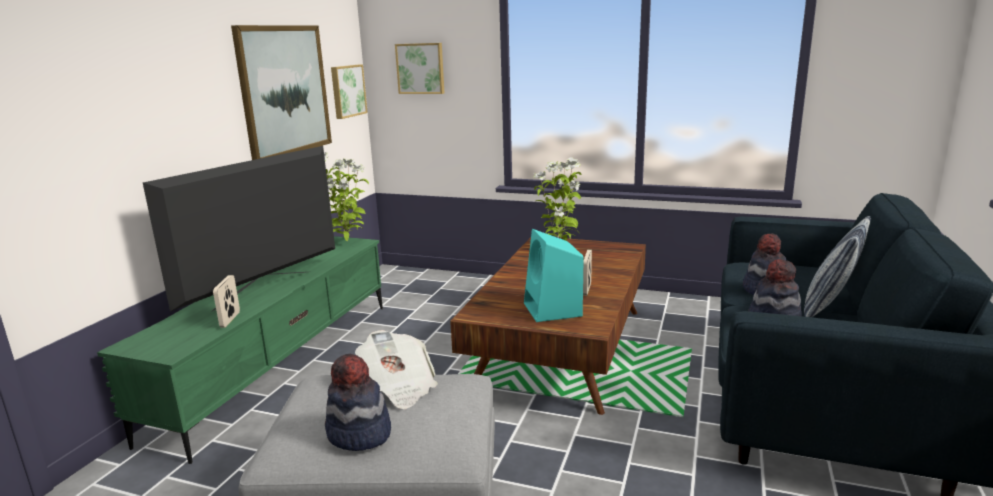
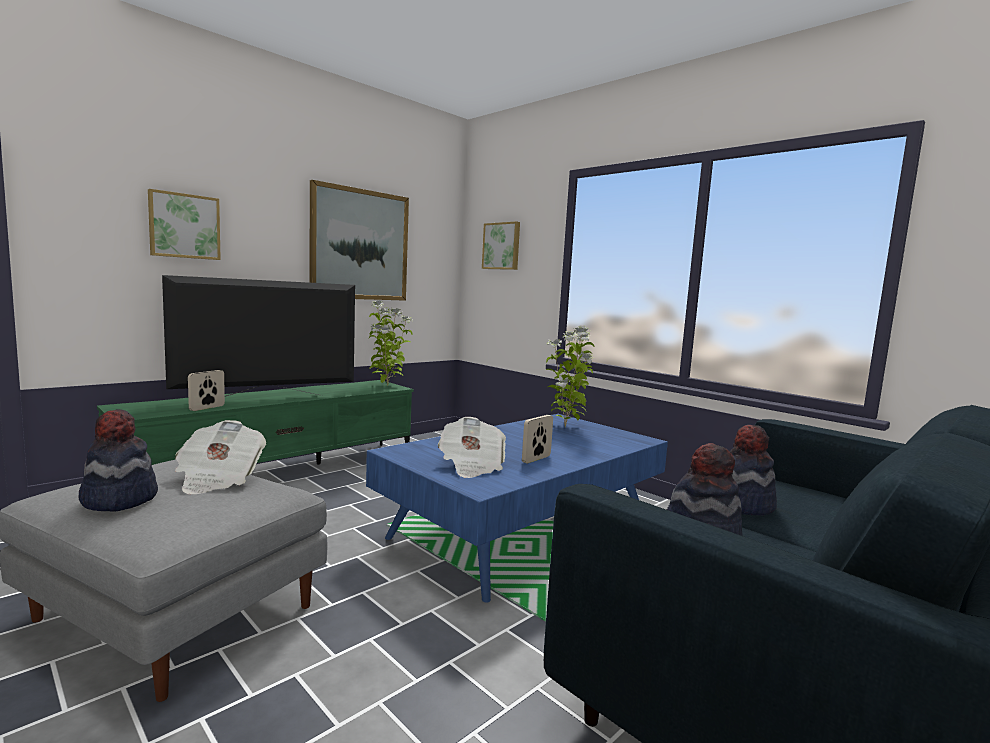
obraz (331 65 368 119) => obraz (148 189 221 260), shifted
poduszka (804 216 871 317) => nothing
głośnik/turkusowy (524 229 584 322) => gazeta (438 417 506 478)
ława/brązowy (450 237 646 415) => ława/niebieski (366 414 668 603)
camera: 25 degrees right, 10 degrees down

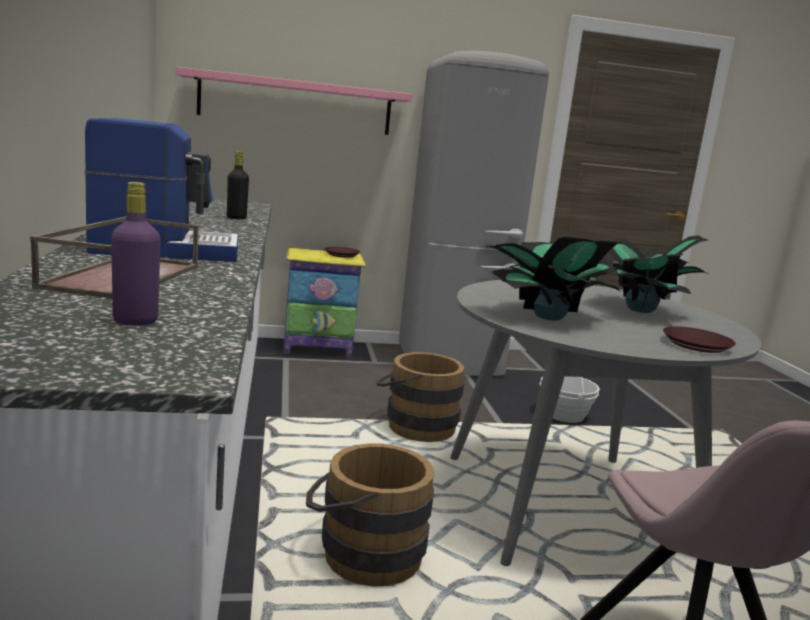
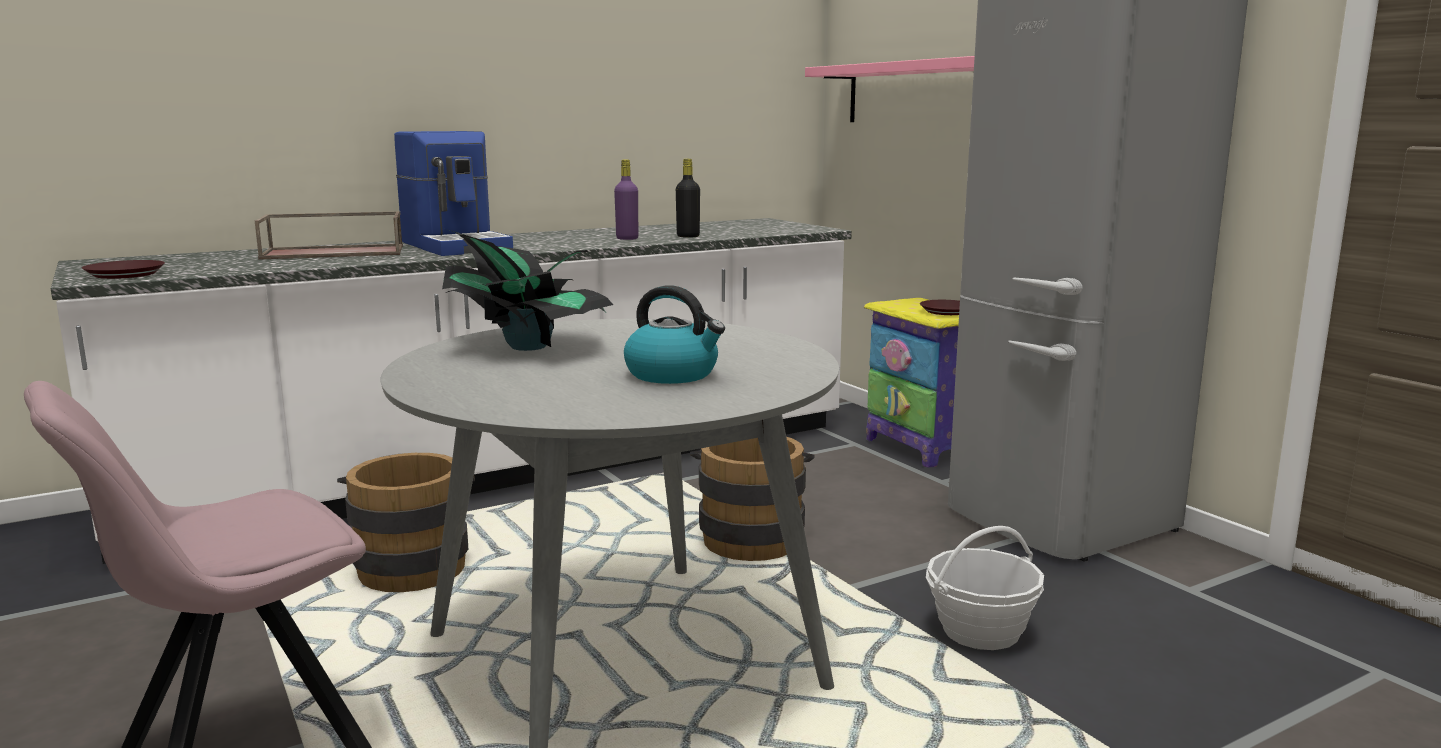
butelka/fioletowy (111 182 161 326) => butelka/fioletowy (614 159 638 240), shifted
roślina doniczkowa (595 235 708 313) => czajnik (624 285 725 384)
talerz/brązowy (663 326 736 353) => talerz/brązowy (82 260 165 279), shifted
camera: 70 degrees right, 0 degrees up

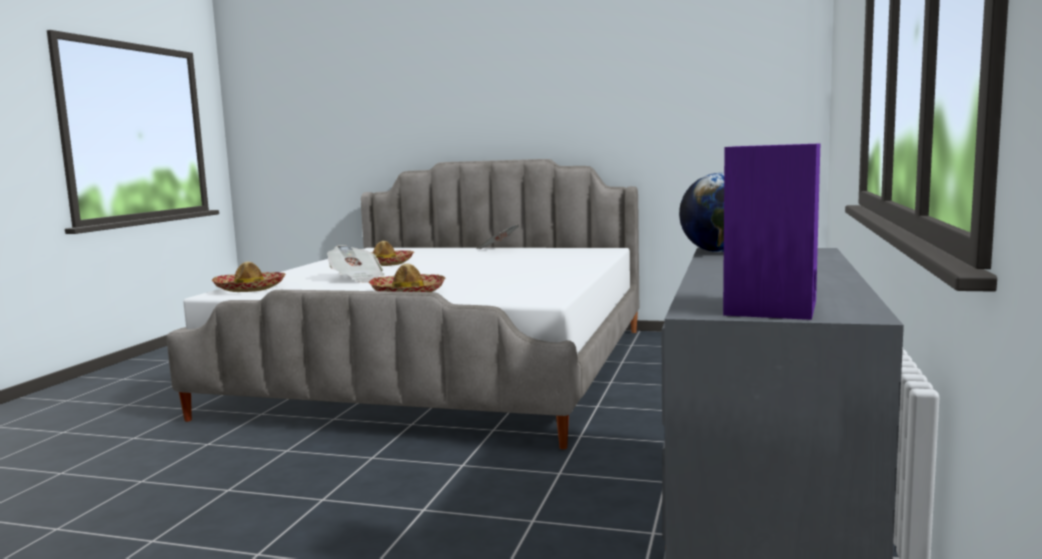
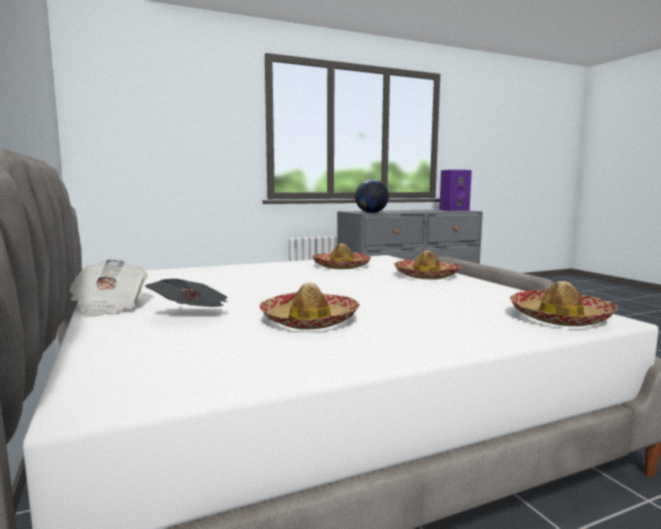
gazeta (327 245 385 283) => gazeta (145 279 228 307), shifted
nothing => kapelusz (312 243 371 269)
camera: 130 degrees left, 0 degrees up

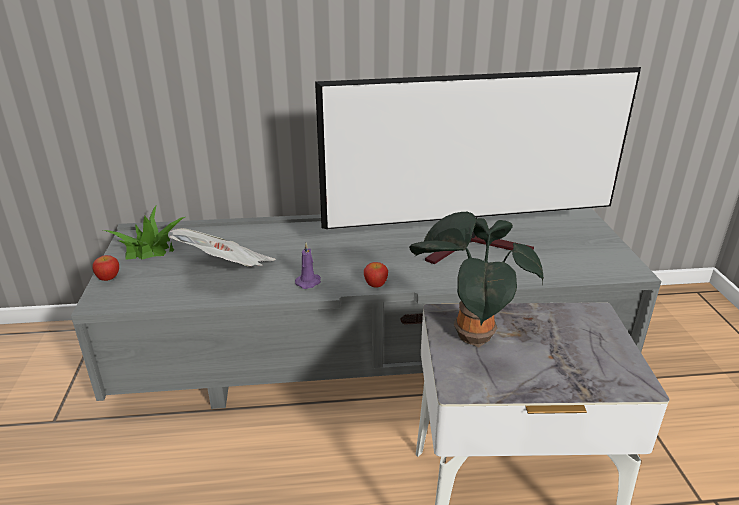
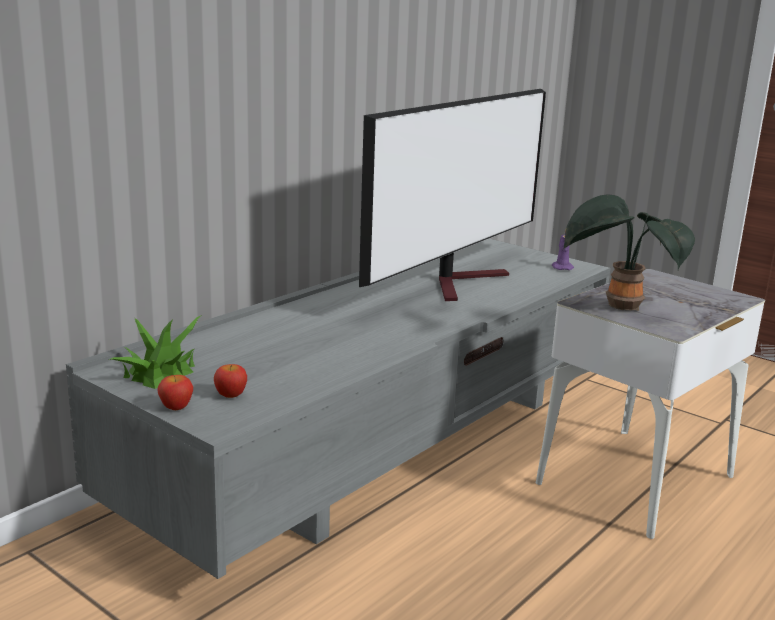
gazeta (169 228 276 266) => nothing
świeca/fioletowy (295 243 321 289) => świeca/fioletowy (552 227 574 270), shifted
jabłko (364 262 388 288) => jabłko (214 364 247 398), shifted
camera: 45 degrees left, 10 degrees down

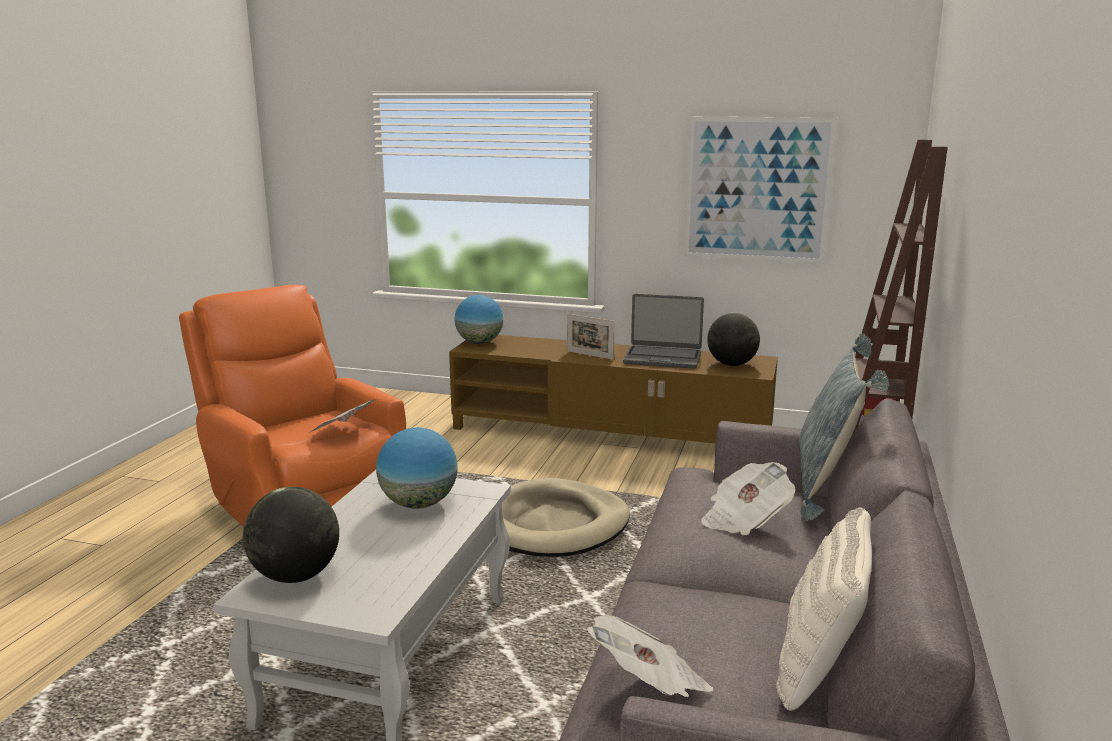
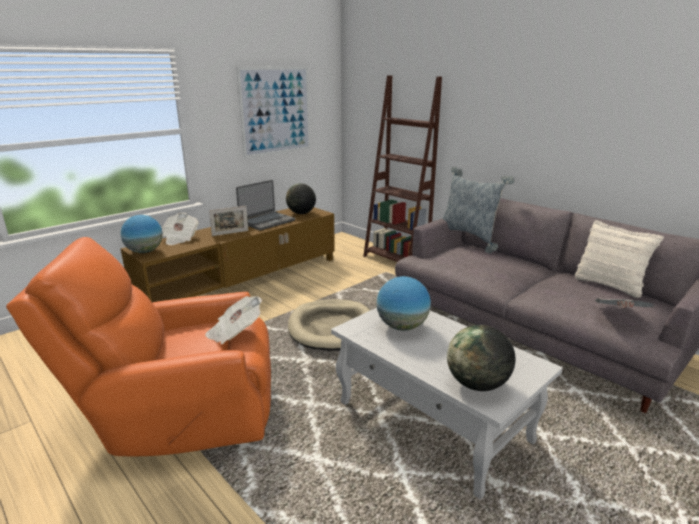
gazeta (701 462 795 535) => gazeta (162 213 199 245), shifted
camera: 60 degrees left, 5 degrees up

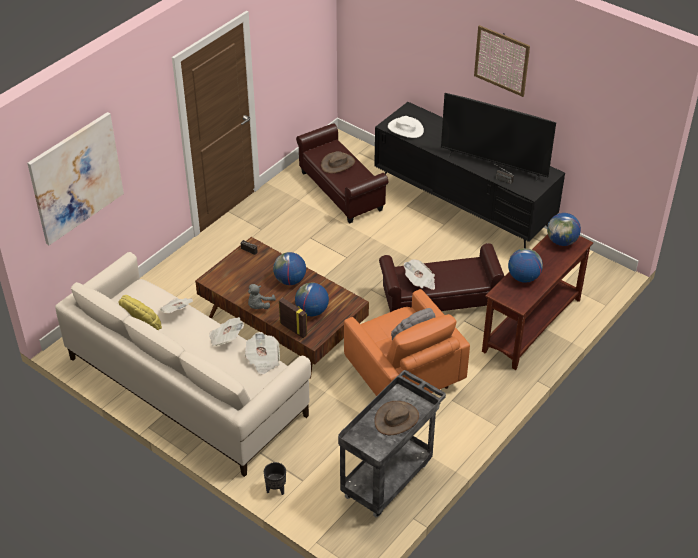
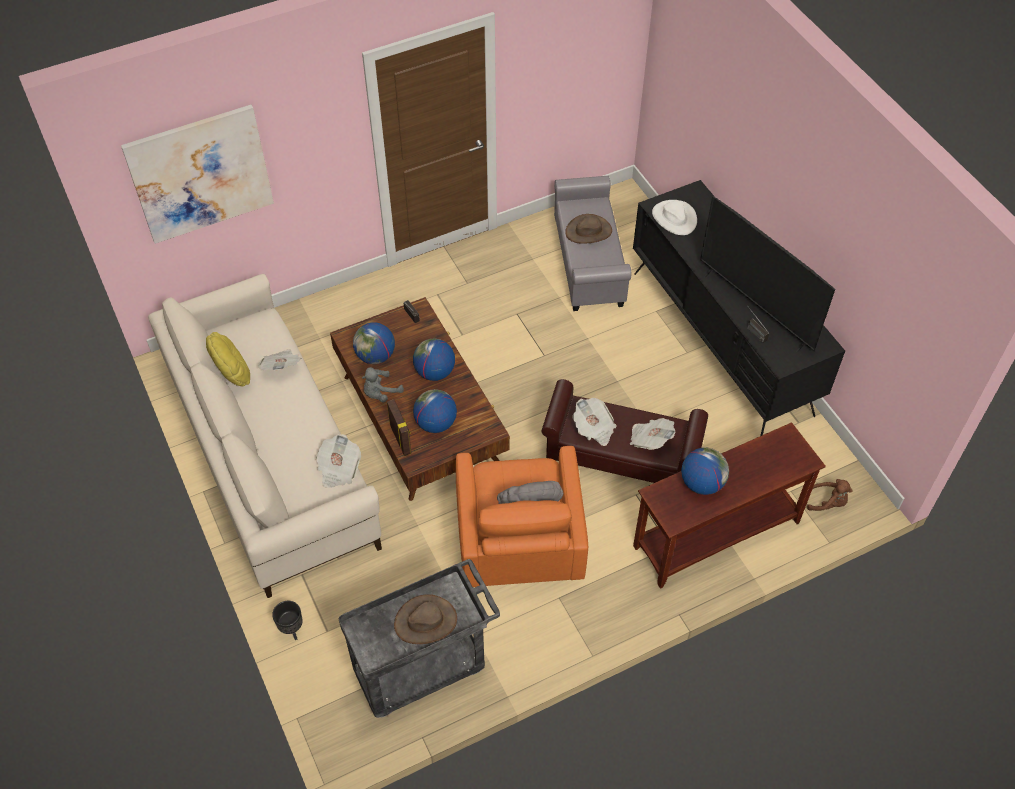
obraz (474 25 530 97) => nothing
pufa/brązowy (296 123 388 224) => pufa/szary (554 176 631 311)
globus (547 213 581 246) => globus (353 322 395 364), shifted
gazeta (209 317 244 347) => gazeta (630 418 675 450), shifted
nothing => pluszak/brązowy (807 479 853 511)
camera: 25 degrees right, 10 degrees up

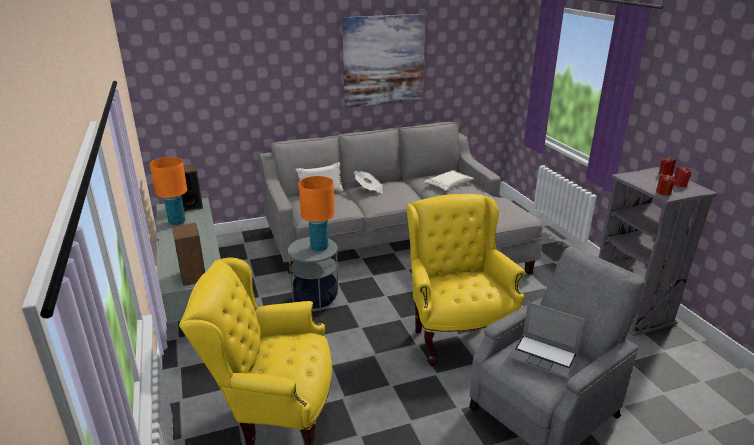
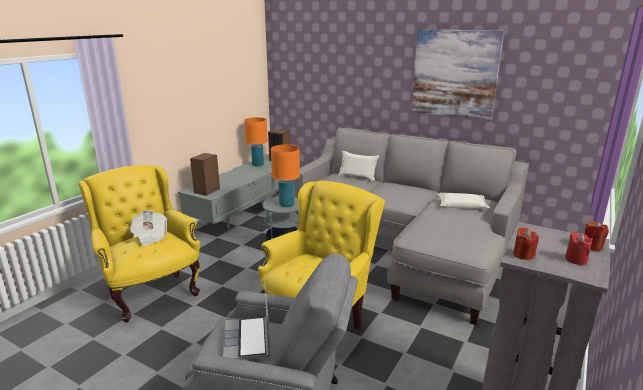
gazeta (354 171 383 194) => gazeta (130 210 167 246), shifted
camera: 50 degrees right, 5 degrees down

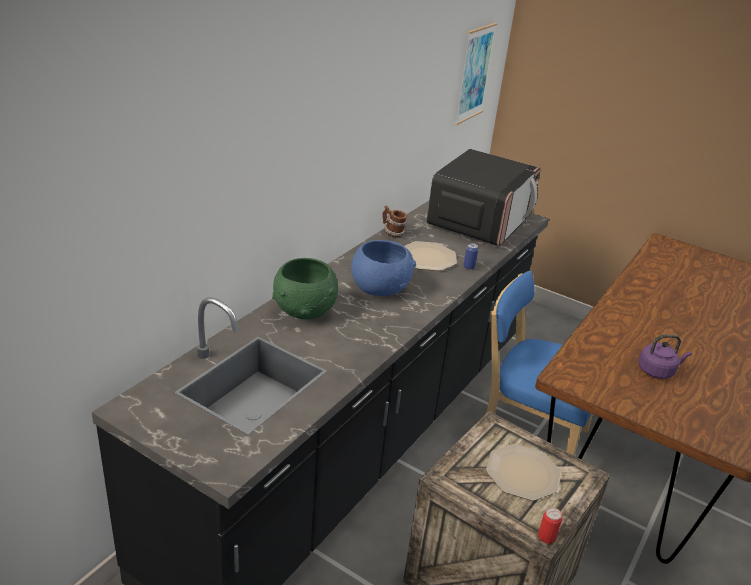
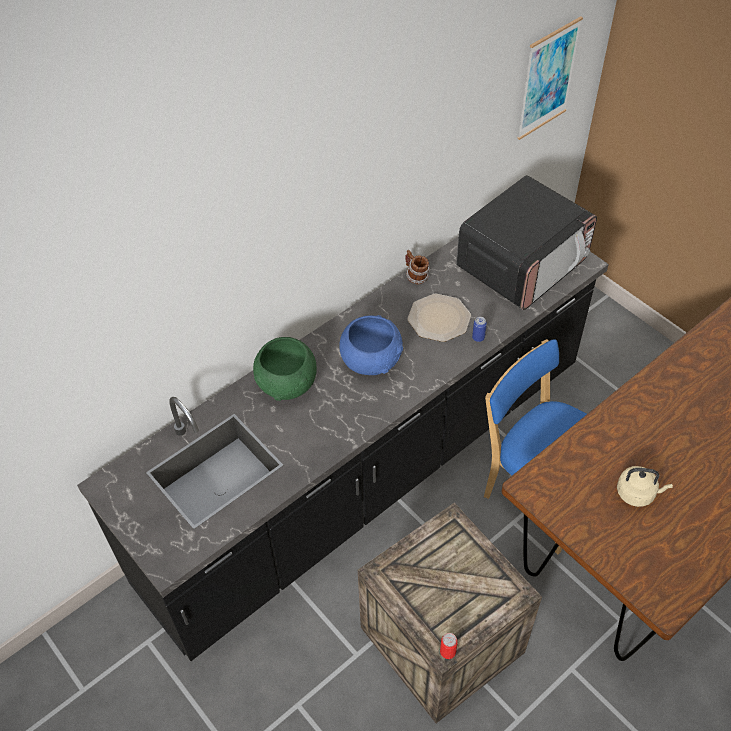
czajnik/fioletowy (639 334 692 379) => czajnik/beżowy (617 466 673 507)
talerz (486 444 561 501) => nothing
camera: 20 degrees right, 20 degrees up

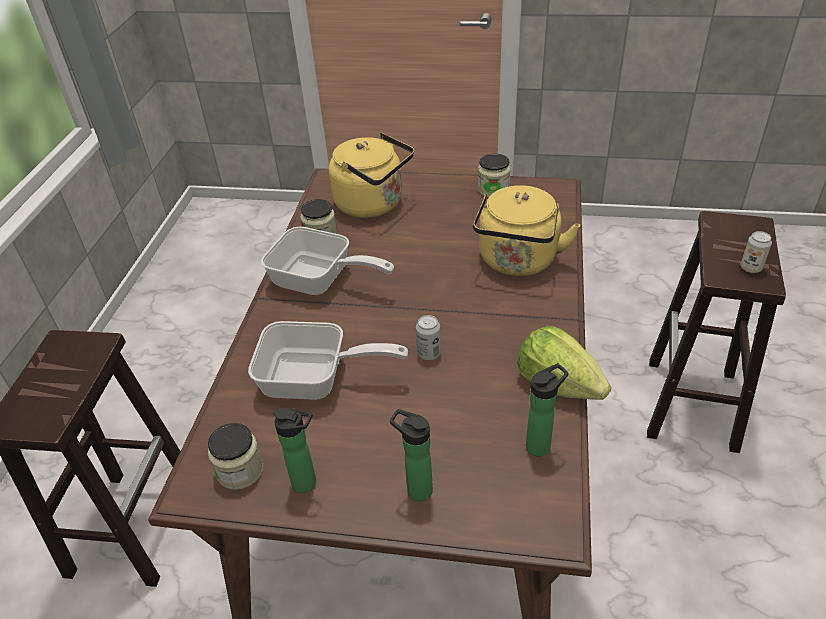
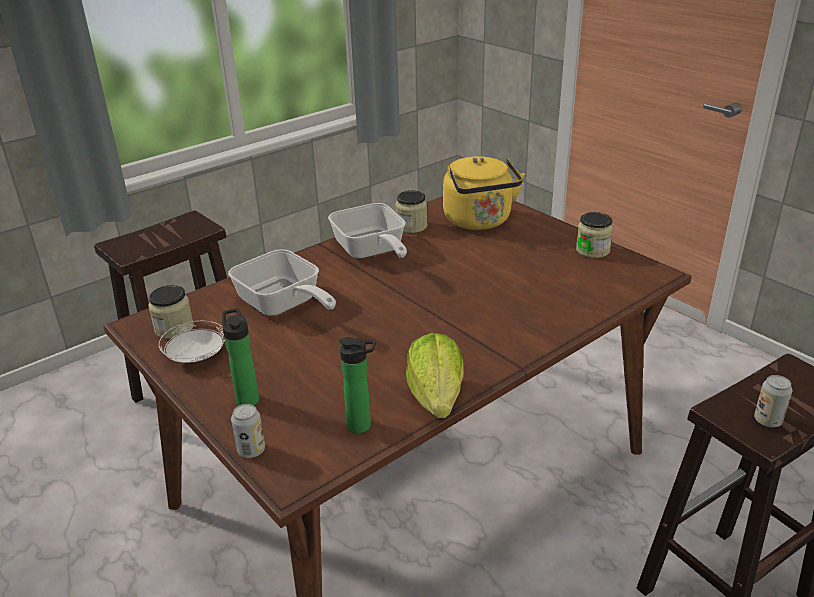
czajnik/żółty (473 185 580 276) => nothing
puszka (416 315 441 360) => puszka (231 404 265 458), shifted
butelka (273 408 316 493) => talerz/biały (159 321 225 363)
camera: 40 degrees right, 10 degrees down

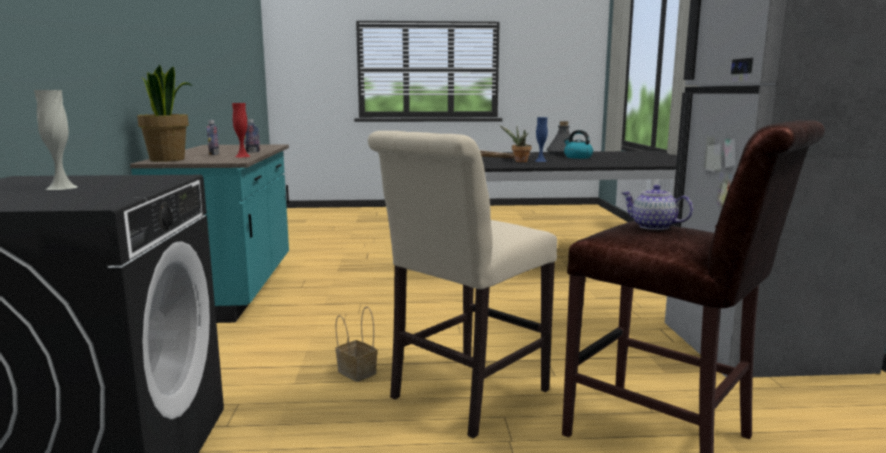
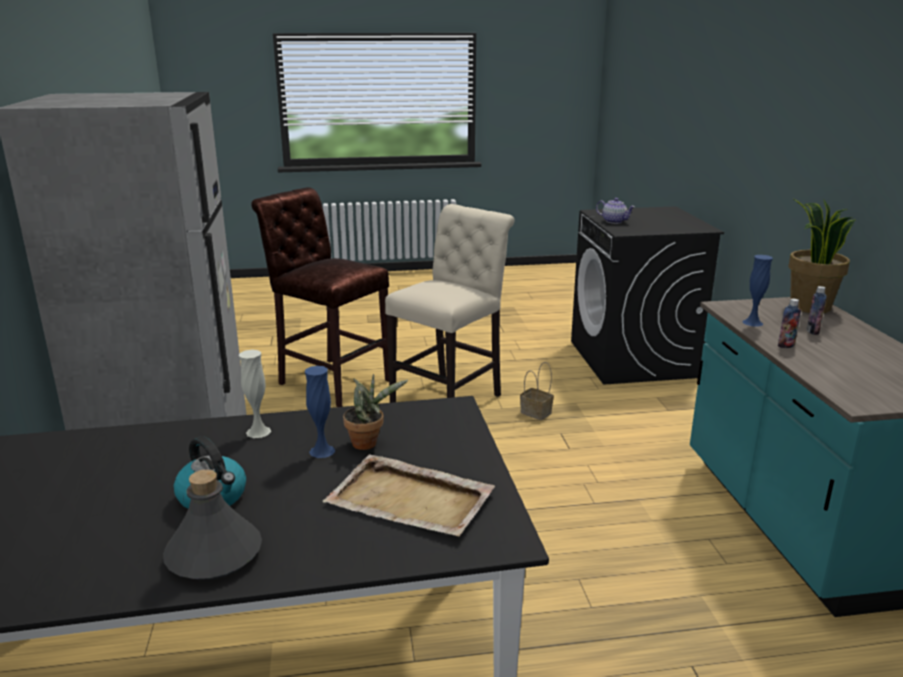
wazon/biały (34 90 78 190) => wazon/biały (239 350 271 438), shifted
wazon/czerwony (232 103 250 157) => wazon/niebieski (742 255 773 327)
imbryk (622 185 693 230) => imbryk (596 198 635 224), shifted
camera: 175 degrees right, 10 degrees up

